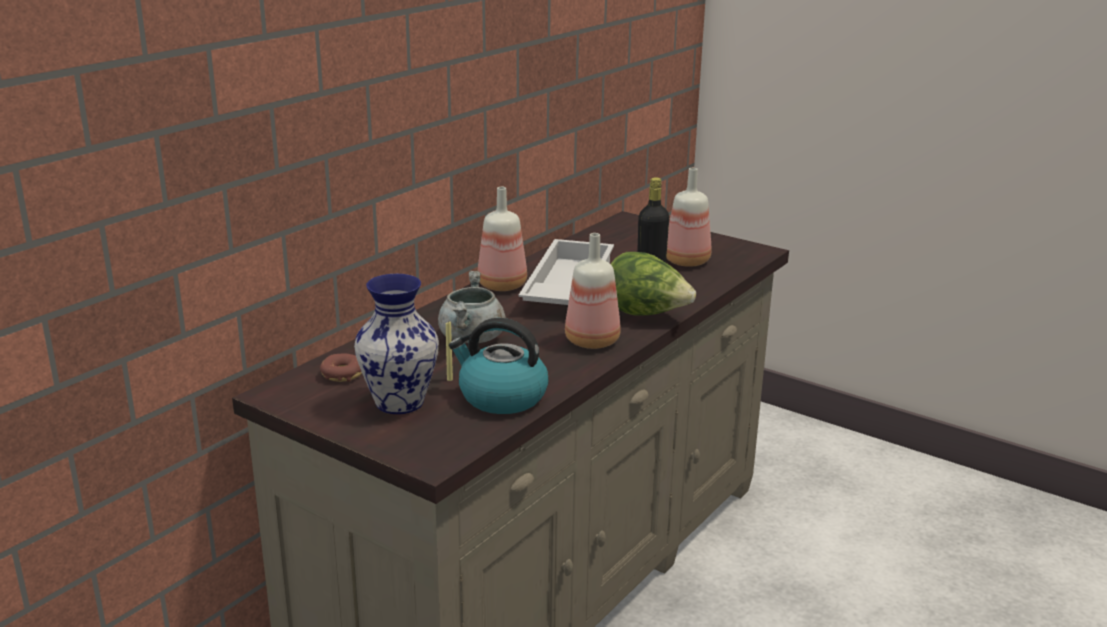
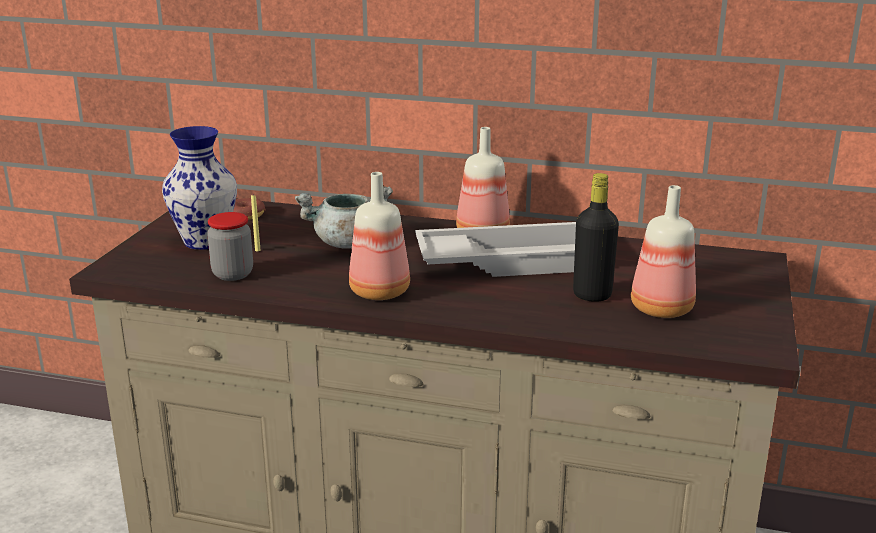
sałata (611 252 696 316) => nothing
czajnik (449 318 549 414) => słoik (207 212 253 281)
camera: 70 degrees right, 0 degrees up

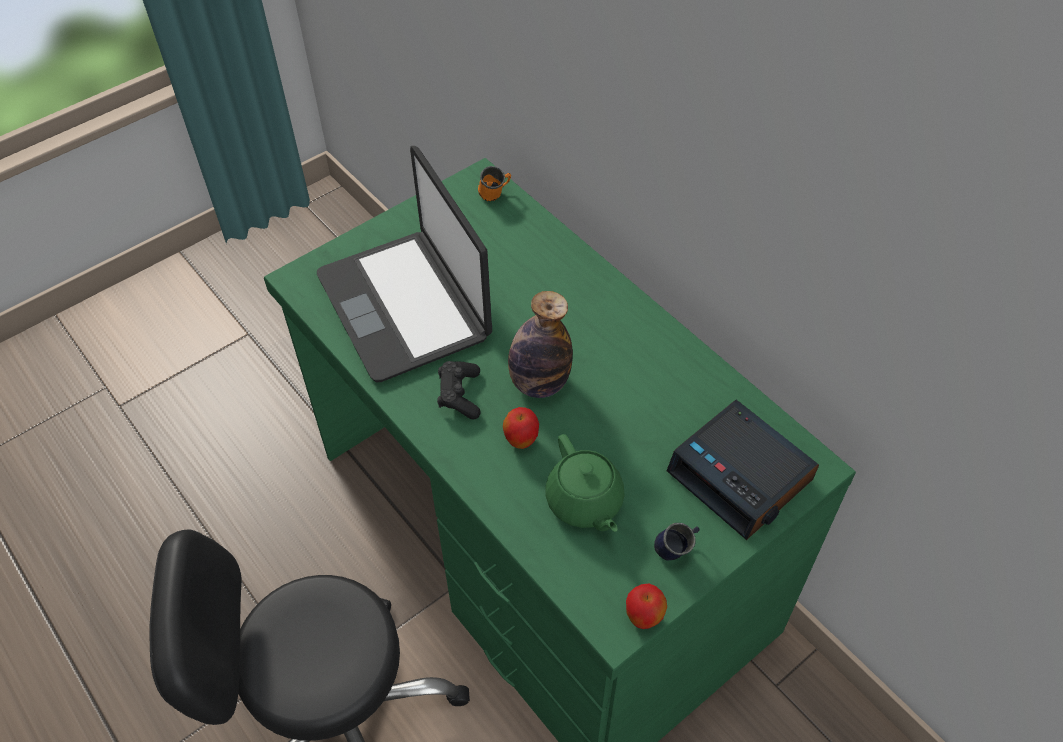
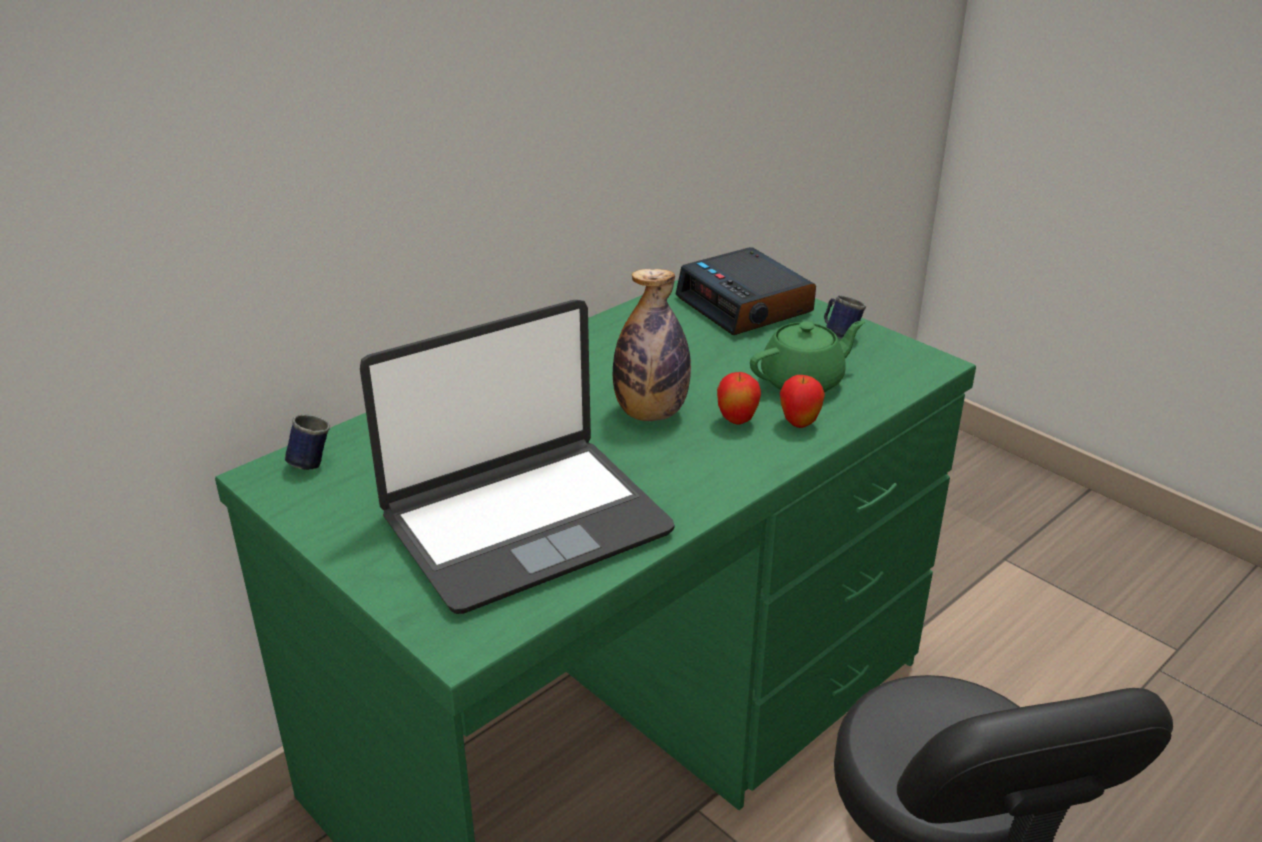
kubek/pomarańczowy (478 166 511 201) => kubek/niebieski (285 414 330 470)
pad do gier/czarny (437 361 481 420) => nothing
budzik (667 400 819 540) => budzik (676 247 816 335), 105 degrees clockwise
jabłko (626 583 667 629) => jabłko (780 375 825 428), shifted
camera: 95 degrees left, 20 degrees down

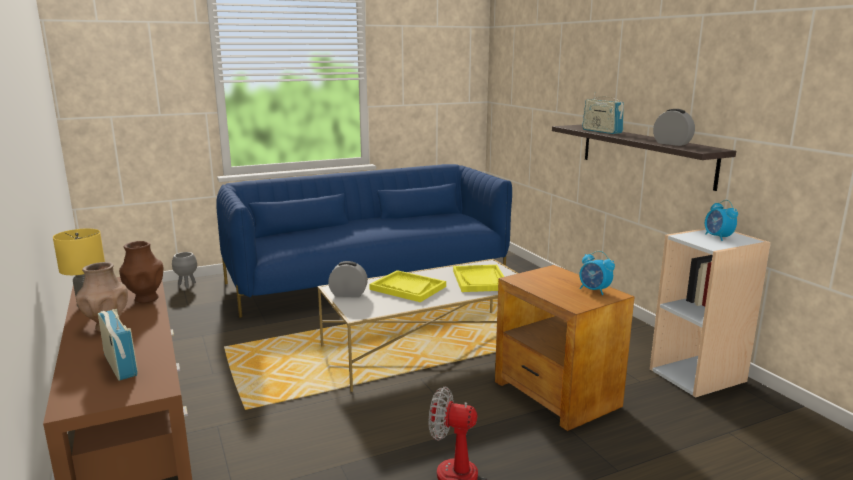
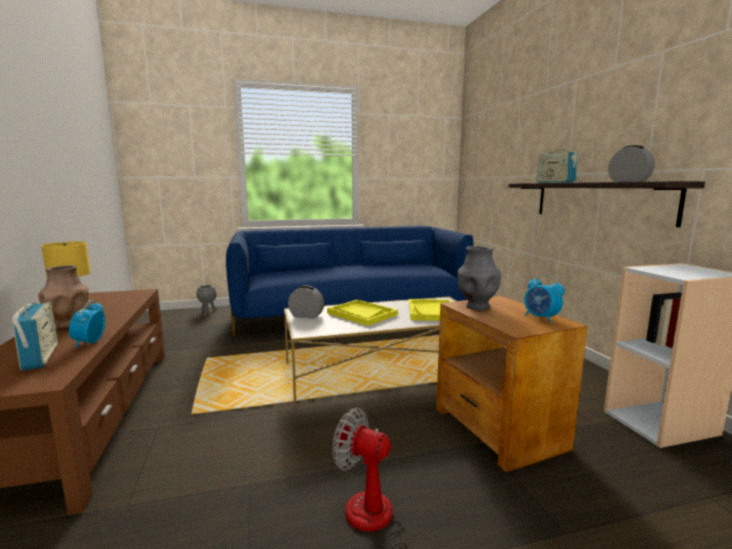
budzik (705 200 738 241) => budzik (69 300 105 348), shifted
wazon/brązowy (119 241 163 303) => nothing
nothing => wazon/szary (457 246 501 310)
camera: 10 degrees right, 5 degrees down

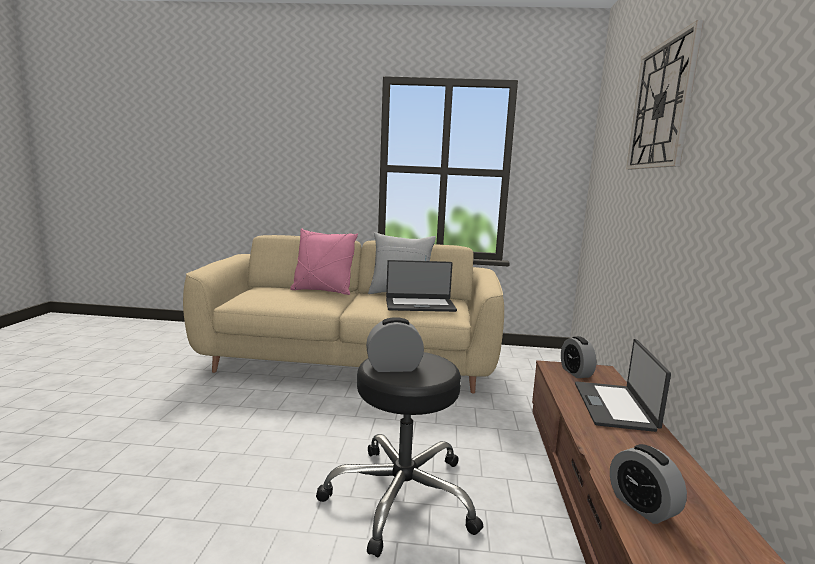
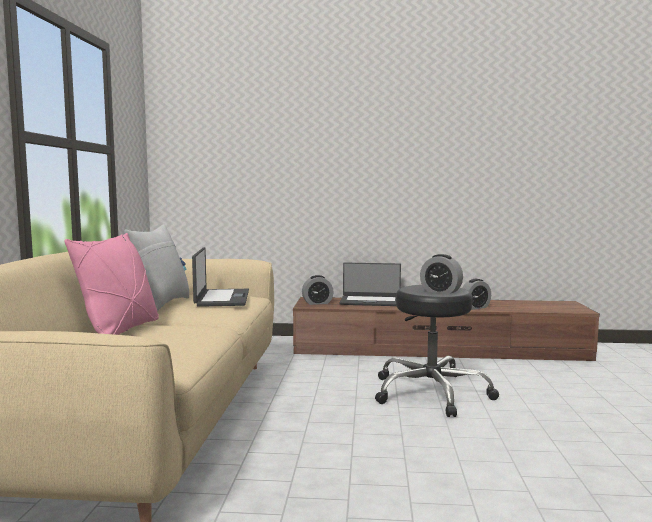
zegar ścienny (626 20 704 169) => nothing
budzik (366 317 424 372) => budzik (420 254 463 294), 45 degrees counterclockwise
camera: 90 degrees left, 5 degrees down

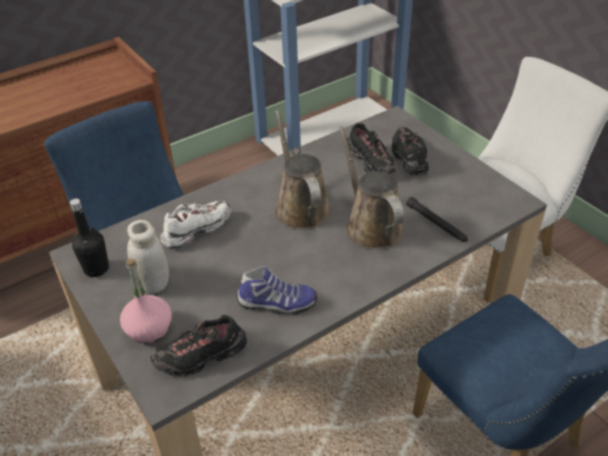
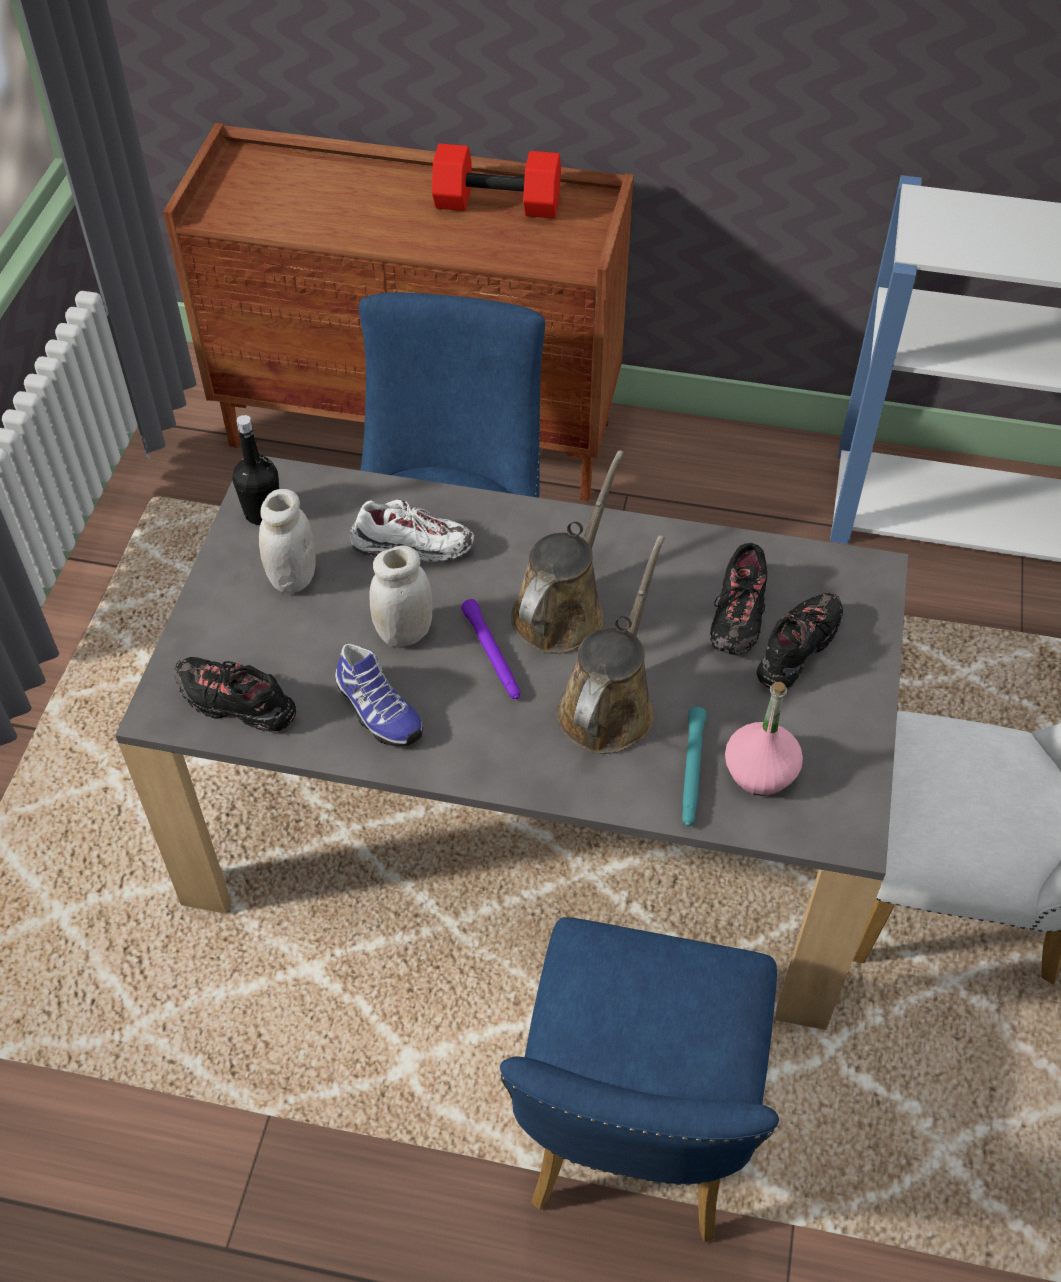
latarka/czarny (406 197 468 242) => latarka/turkusowy (682 707 706 827)
butelka/różowy (120 259 172 344) => butelka/różowy (725 682 803 796), shifted
nothing => hantel/czerwony (432 143 561 218)
nothing => słoik/biały (369 545 432 647)
nothing => latarka/fioletowy (461 599 520 700)
camera: 45 degrees right, 10 degrees up

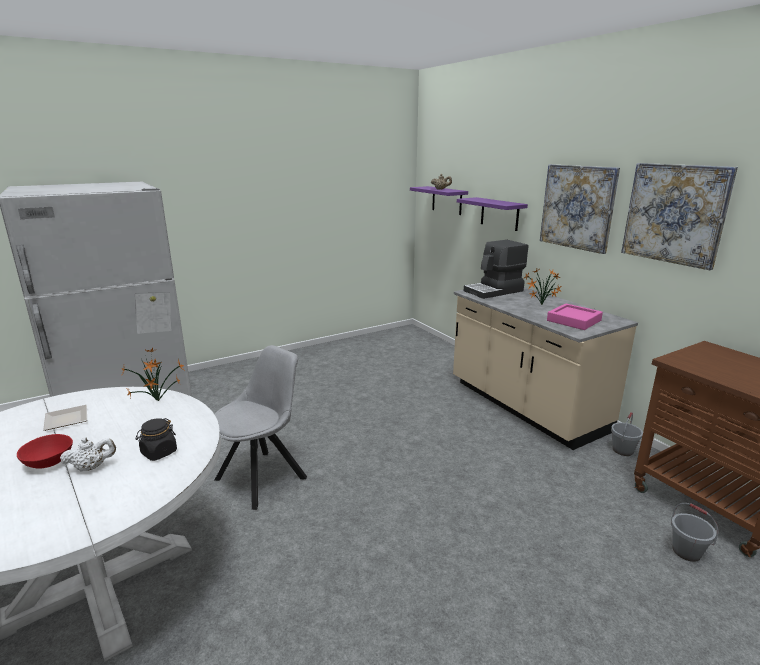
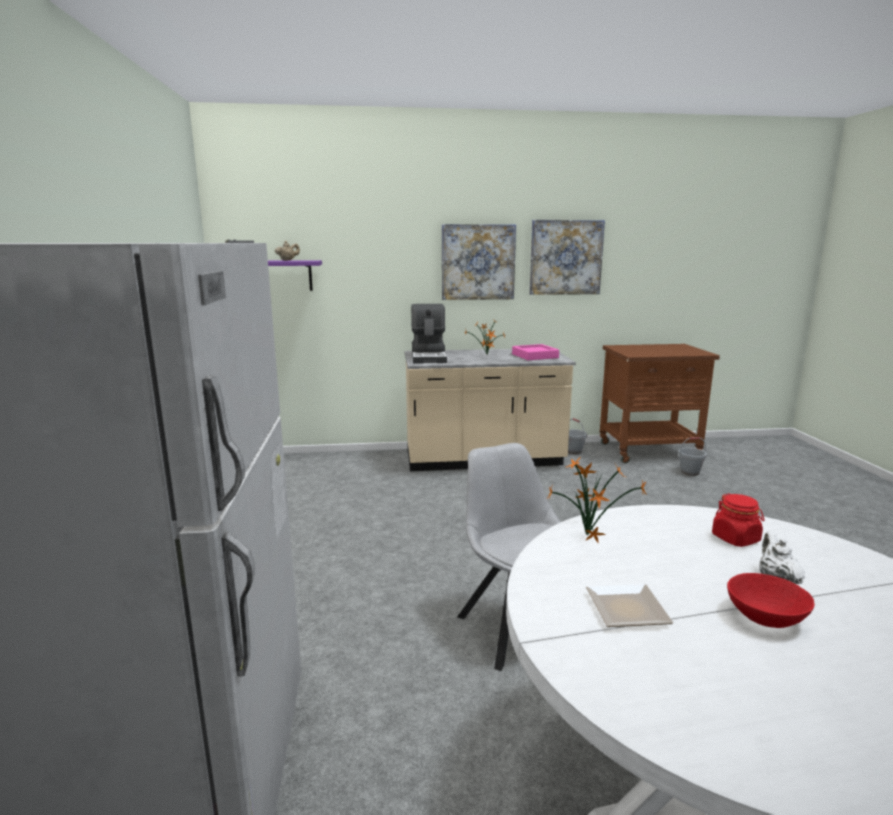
półka/fioletowy (457 197 528 231) => nothing
słoik/czarny (135 418 177 461) => słoik/czerwony (712 493 764 547)
camera: 65 degrees left, 5 degrees down

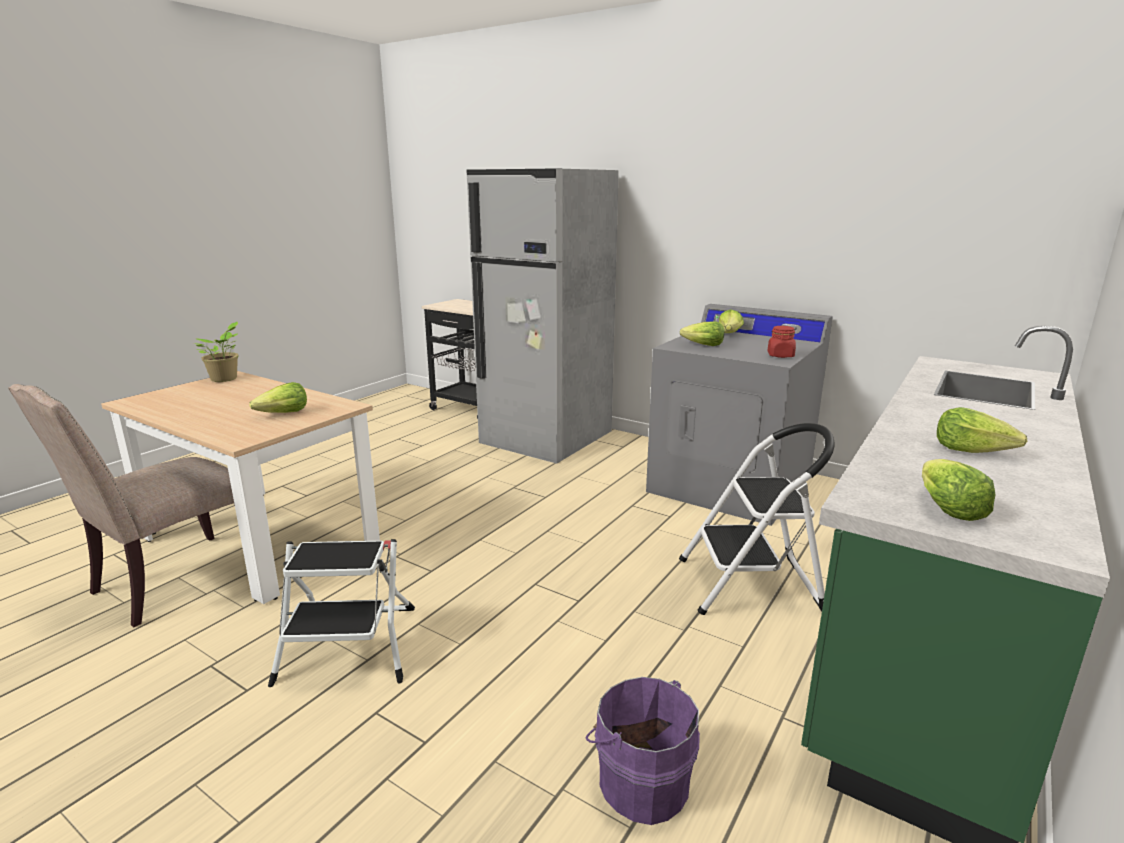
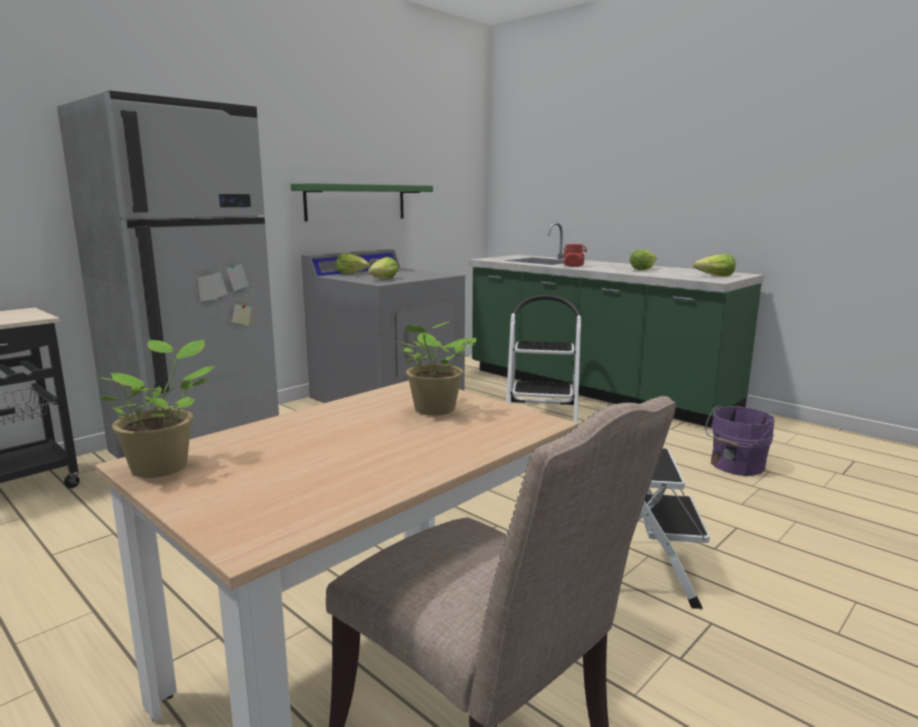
słoik/czerwony (768 326 796 358) => słoik/czerwony (563 244 587 267), shifted
sałata (249 382 307 413) => roślina doniczkowa (394 321 477 416)
nothing => półka/zielony (291 183 433 221)
camera: 80 degrees left, 5 degrees down

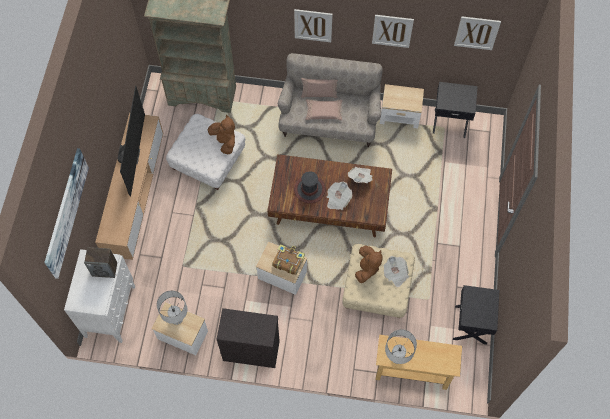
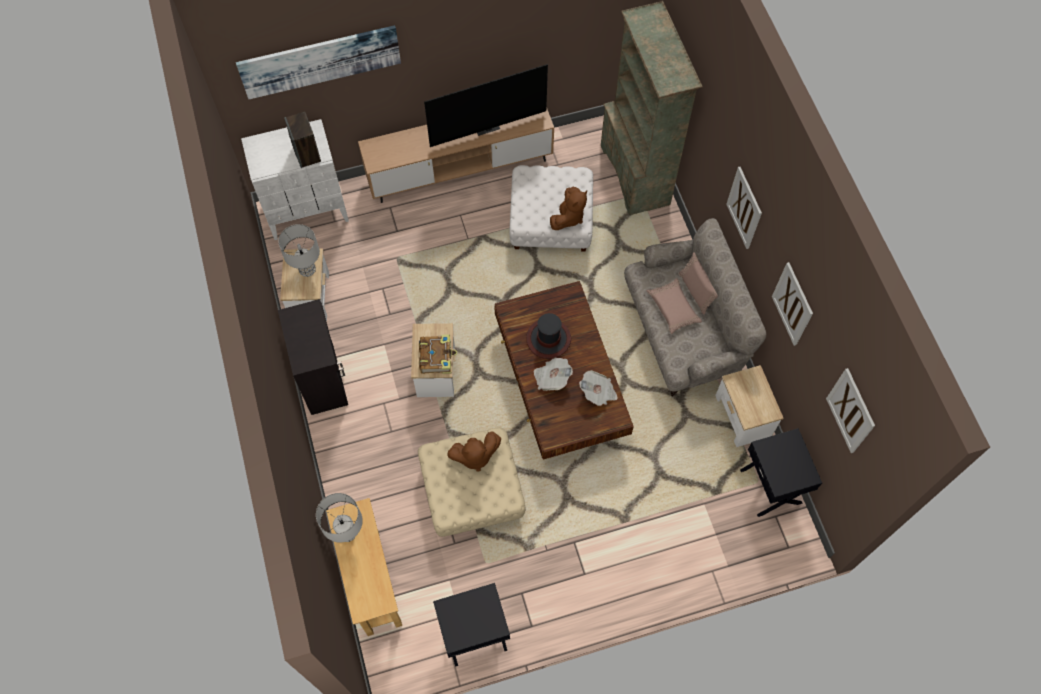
gazeta (384 256 409 287) => nothing
camera: 65 degrees right, 0 degrees up

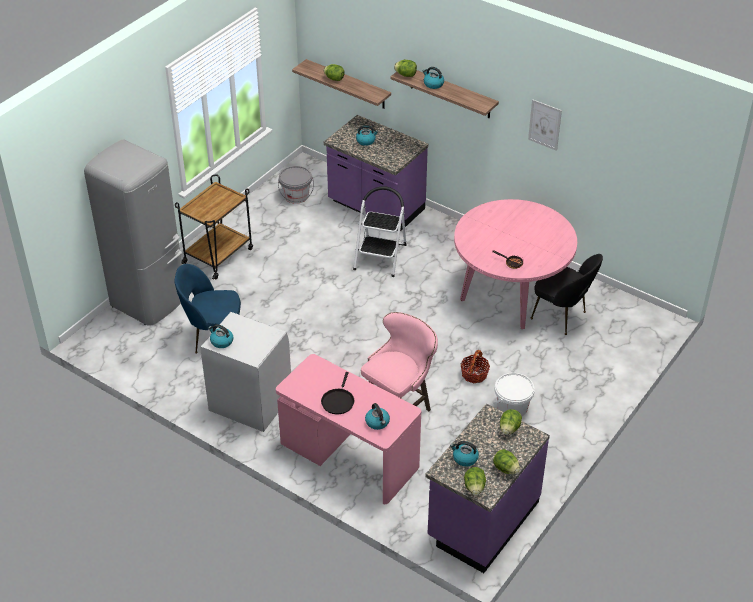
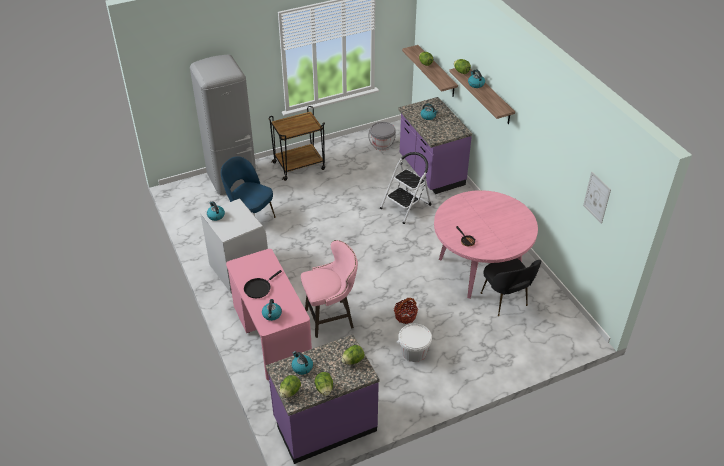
obraz (528 99 562 151) => obraz (583 172 611 224), shifted
camera: 30 degrees right, 0 degrees up

